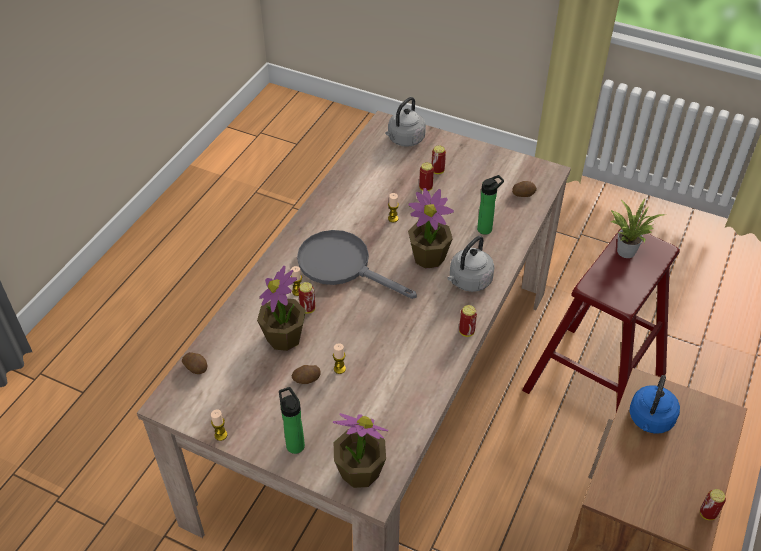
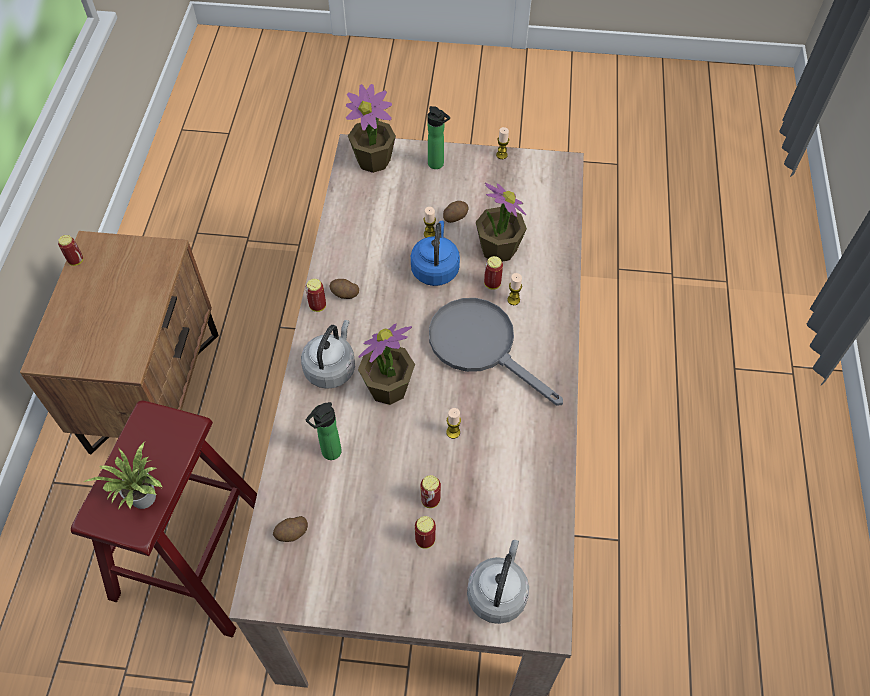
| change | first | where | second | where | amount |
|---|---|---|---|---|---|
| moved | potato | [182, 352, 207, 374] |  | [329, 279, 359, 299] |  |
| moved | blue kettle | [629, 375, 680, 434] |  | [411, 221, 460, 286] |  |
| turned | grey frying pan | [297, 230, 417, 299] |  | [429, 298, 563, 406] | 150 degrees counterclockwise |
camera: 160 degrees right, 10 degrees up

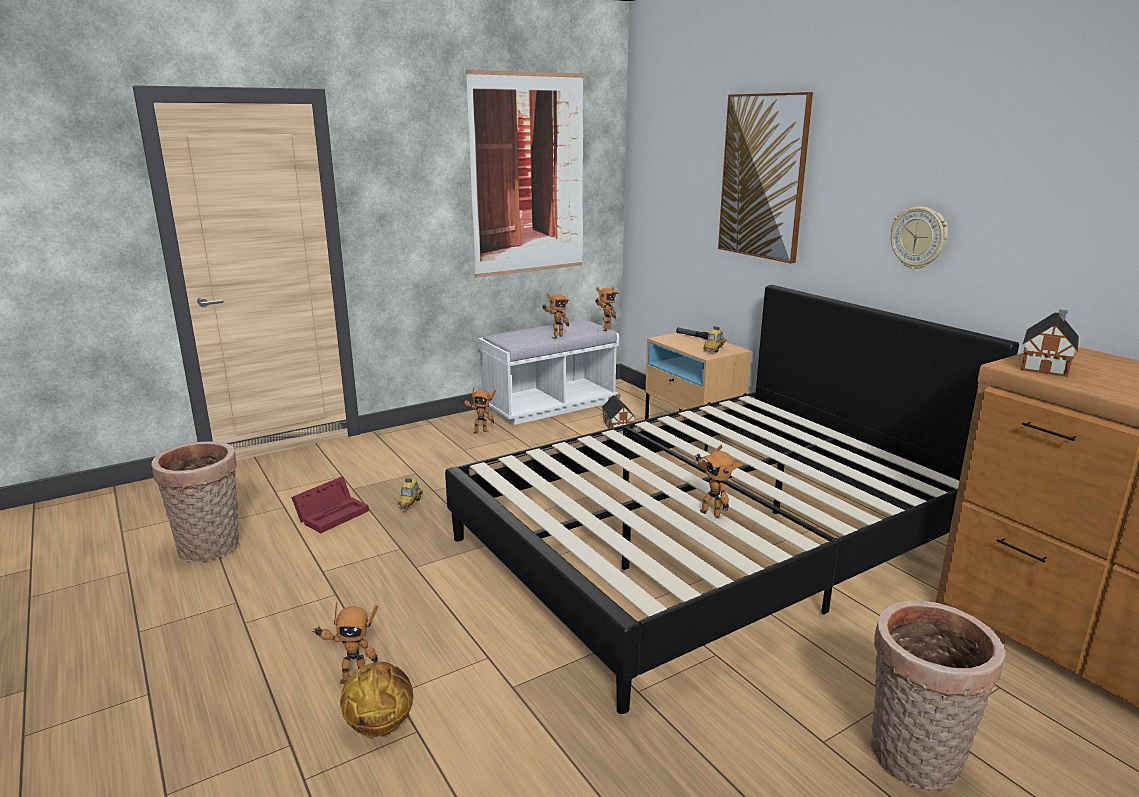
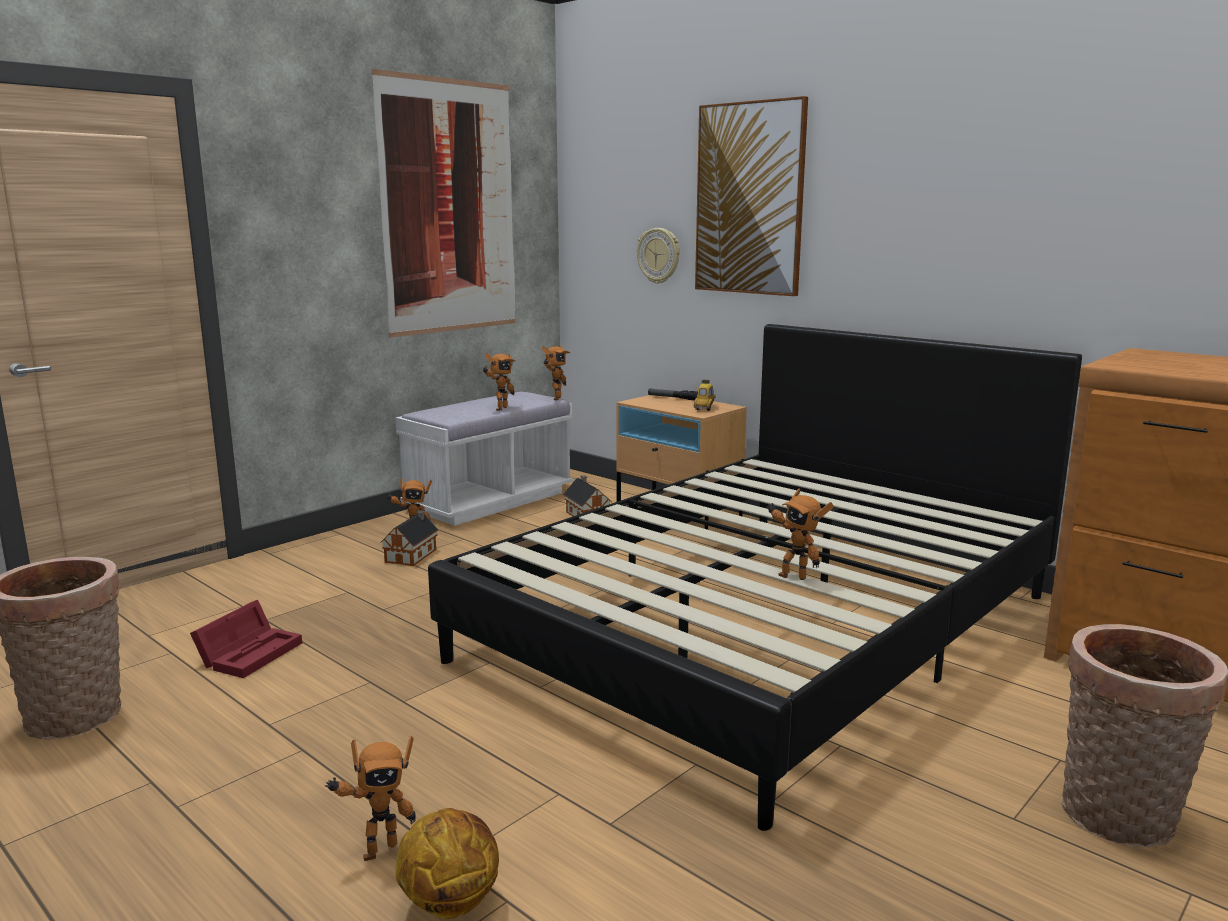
| change | first | where | second | where | amount |
|---|---|---|---|---|---|
| removed | toy car | [397, 478, 423, 510] |  |  |  |
| moved | wall clock | [891, 207, 948, 269] |  | [637, 228, 680, 284] |  |
| moved | toy house | [1021, 310, 1079, 377] |  | [380, 510, 439, 566] |  |
camera: 15 degrees left, 5 degrees down

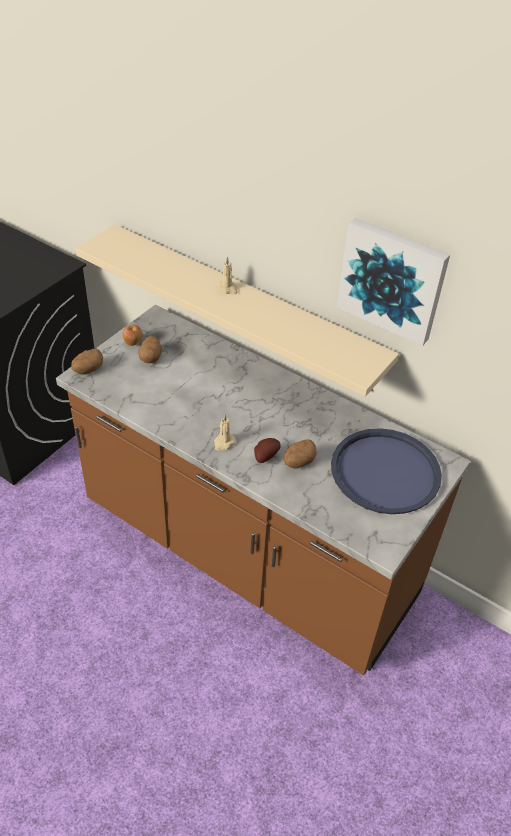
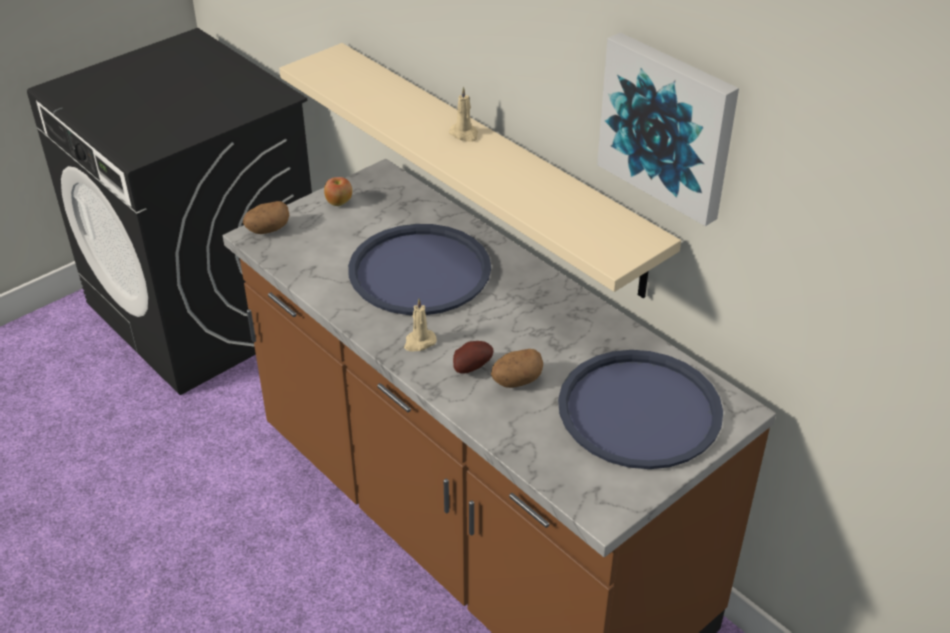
| change | first | where | second | where | amount |
|---|---|---|---|---|---|
| removed | potato | [138, 336, 162, 363] |  |  |  |
| added |  |  | blue tray | [348, 224, 491, 315] |  |
camera: 15 degrees right, 5 degrees down

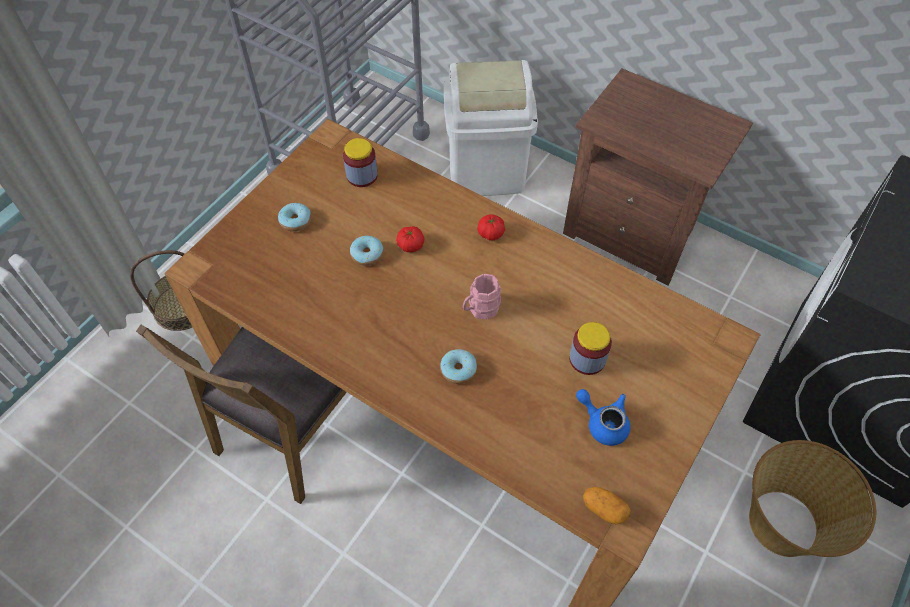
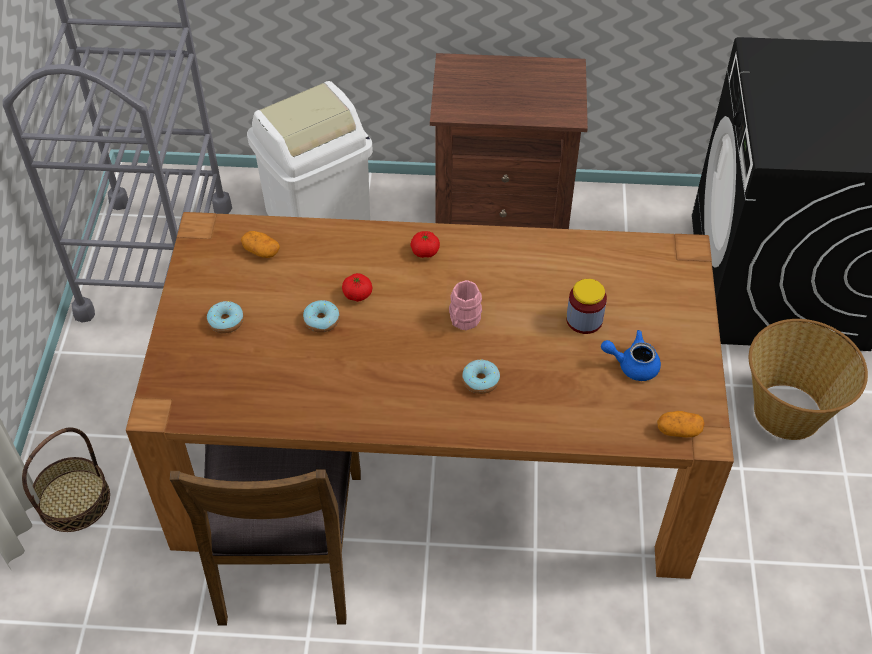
| change | first | where | second | where | amount |
|---|---|---|---|---|---|
| replaced | jar | [343, 138, 378, 187] | potato | [241, 231, 280, 258] |  |
camera: 30 degrees left, 5 degrees down

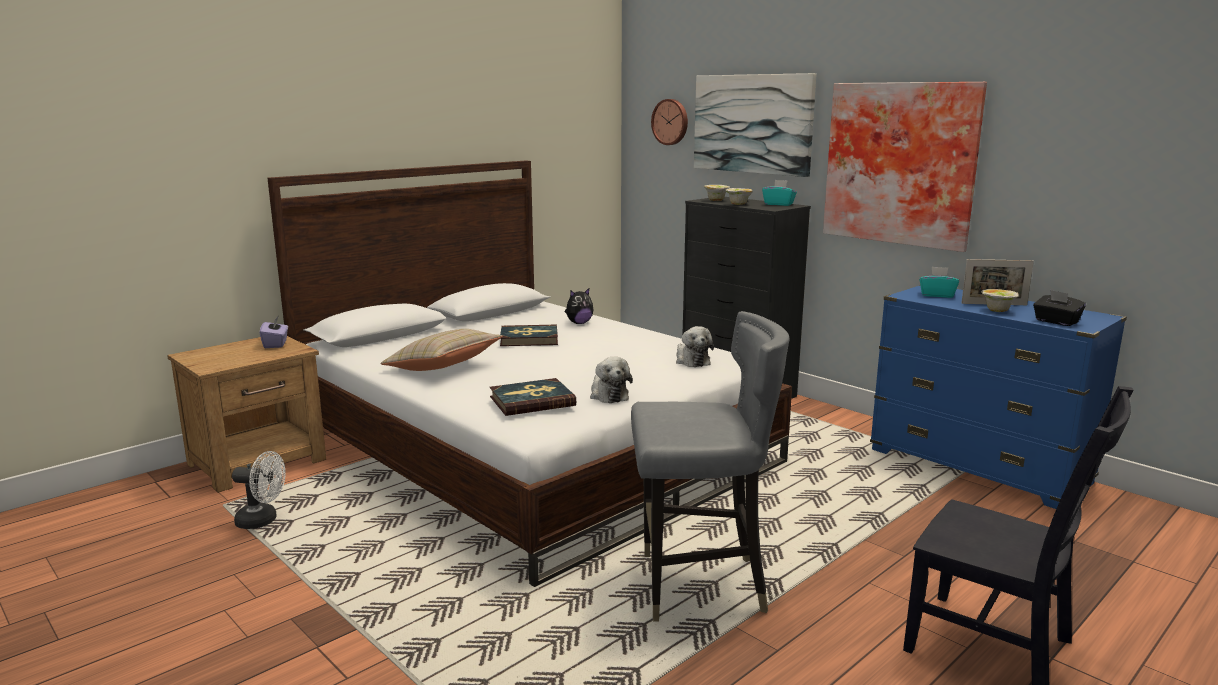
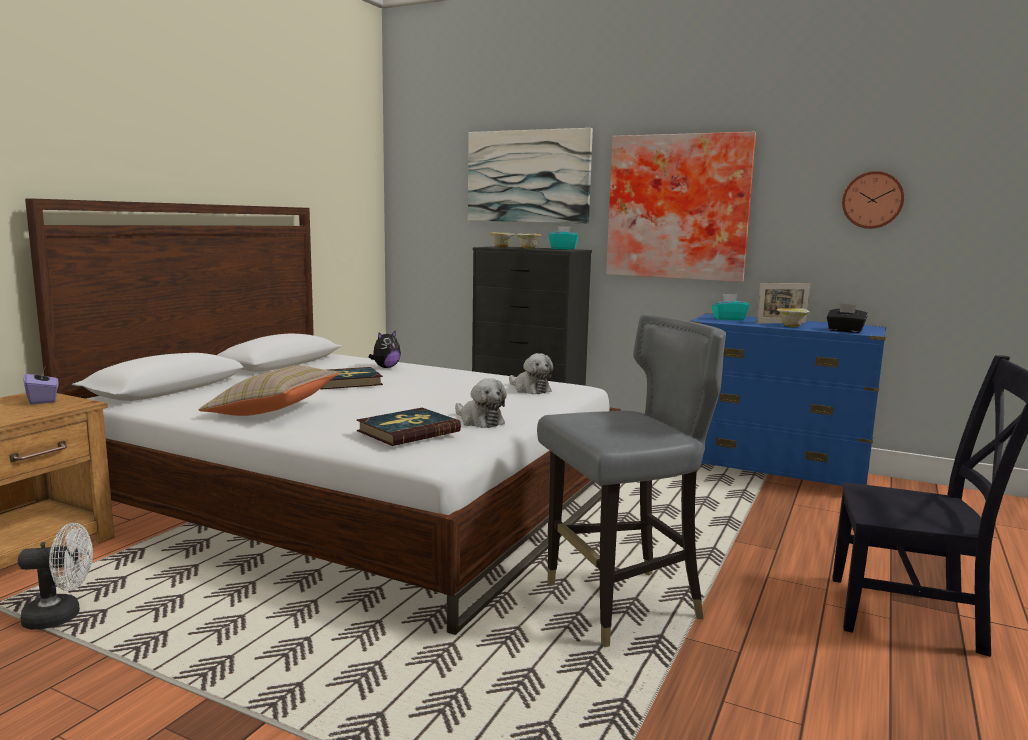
| change | first | where | second | where | amount |
|---|---|---|---|---|---|
| moved | wall clock | [651, 99, 688, 145] |  | [842, 171, 904, 229] |  |
camera: 20 degrees left, 5 degrees down

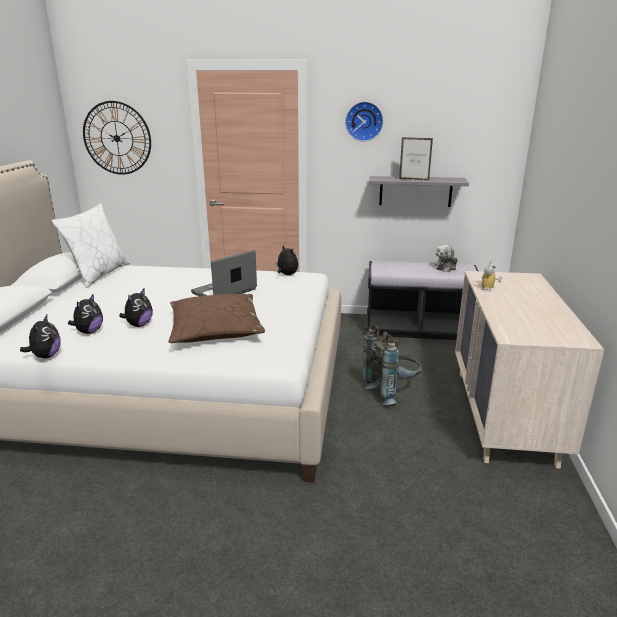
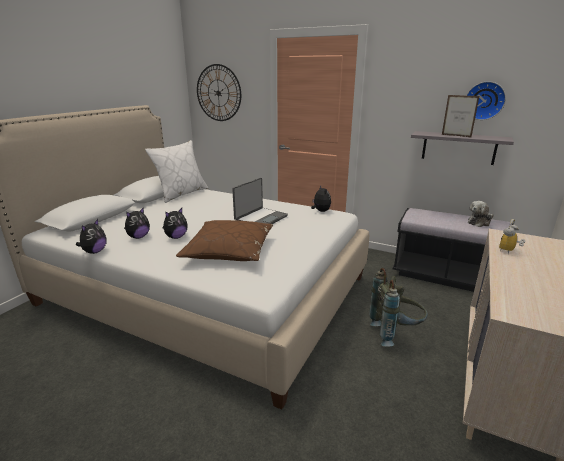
| change | first | where | second | where | amount |
|---|---|---|---|---|---|
| moved | wall clock | [345, 101, 383, 141] |  | [466, 81, 506, 120] |  |
| turned | laptop | [191, 250, 257, 296] |  | [232, 178, 288, 224] | 150 degrees clockwise |
camera: 20 degrees right, 0 degrees up

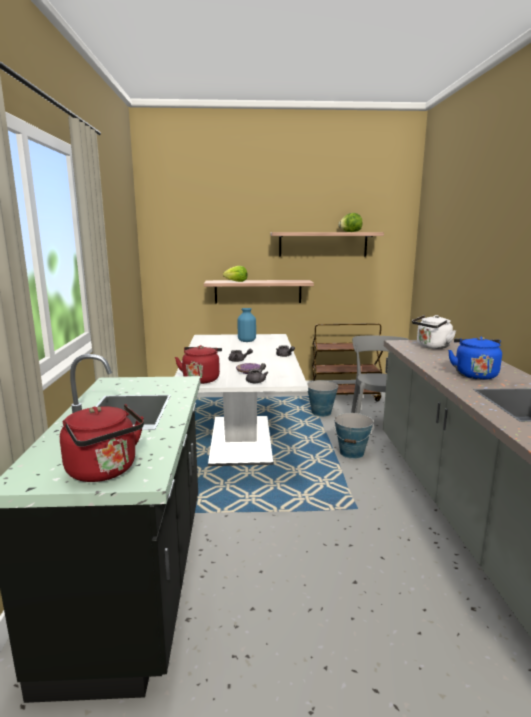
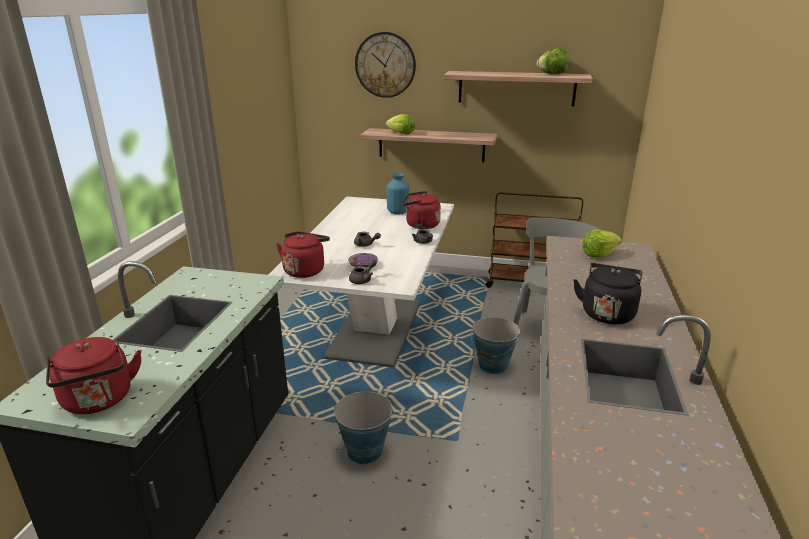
| change | first | where | second | where | amount |
|---|---|---|---|---|---|
| added |  |  | wall clock | [355, 32, 416, 98] |  |
| added |  |  | red kettle | [401, 191, 441, 229] |  |
| moved | bucket | [307, 381, 338, 417] |  | [334, 391, 394, 464] |  |
| replaced | white kettle | [412, 315, 456, 349] | lettuce | [582, 229, 622, 258] |  |
| recoloured | blue kettle | [448, 337, 502, 380] | black kettle | [573, 263, 643, 324] |  |
camera: 15 degrees right, 10 degrees up

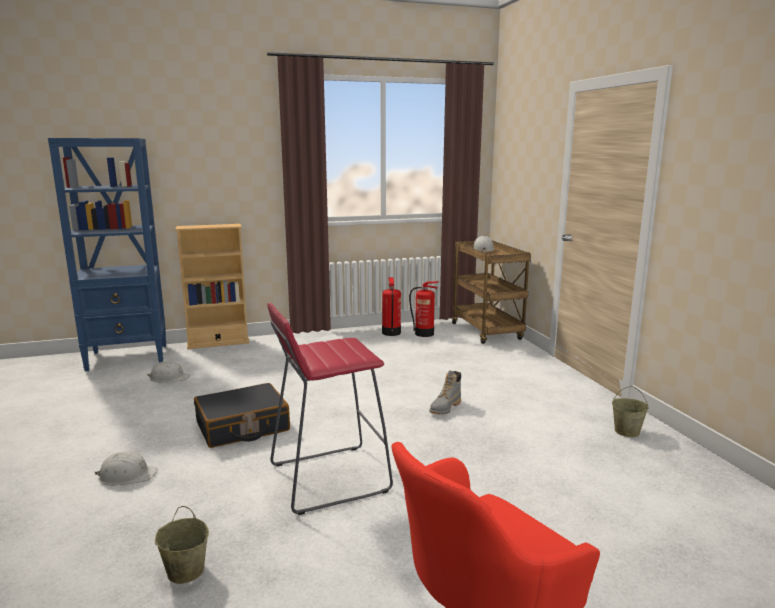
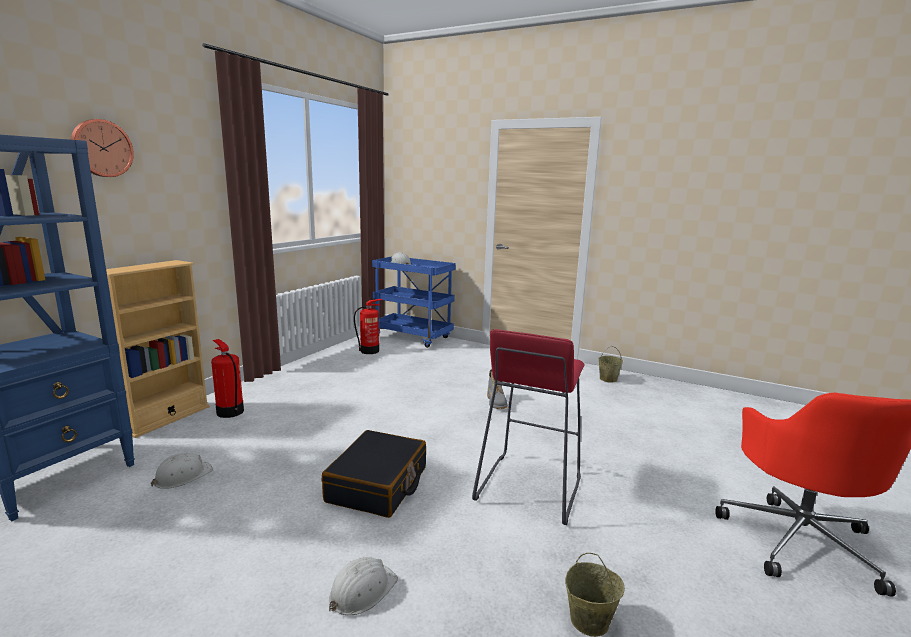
| change | first | where | second | where | amount |
|---|---|---|---|---|---|
| added |  |  | wall clock | [71, 119, 134, 177] |  |
| moved | fire extinguisher | [382, 277, 401, 336] |  | [211, 339, 244, 418] |  |
| recoloured | brown cart | [452, 241, 531, 344] | blue cart | [372, 256, 456, 348] |  |
camera: 45 degrees left, 0 degrees up

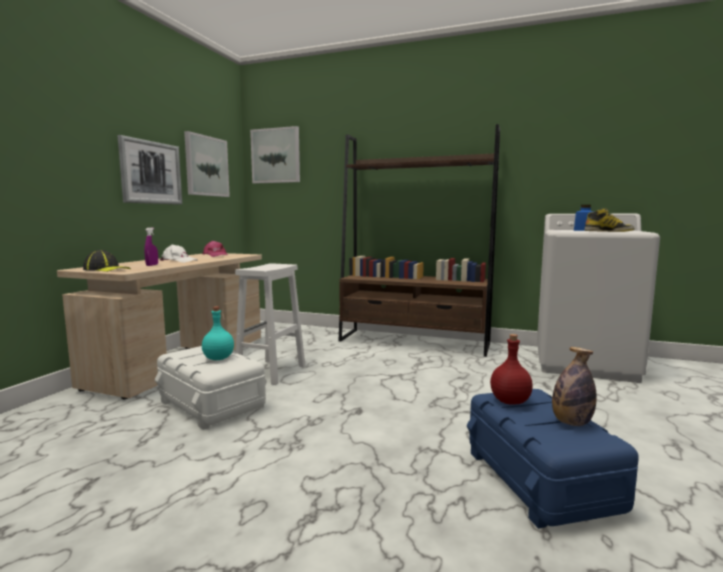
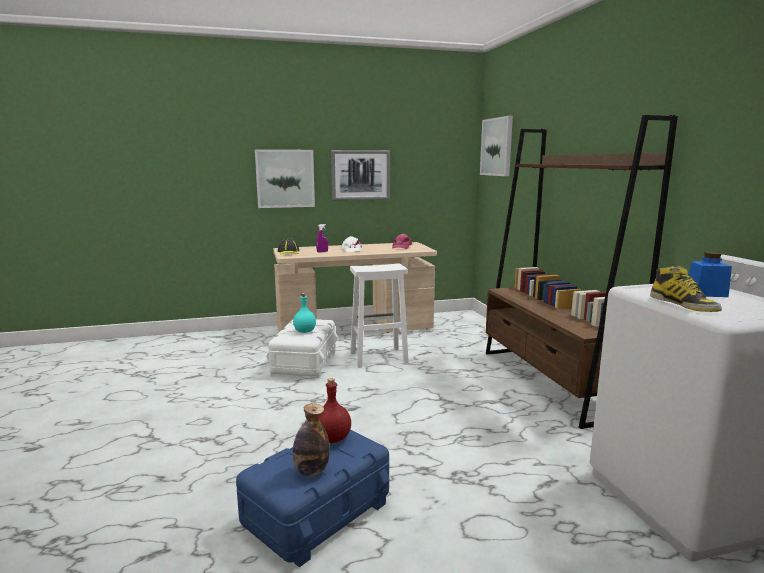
| change | first | where | second | where | amount |
|---|---|---|---|---|---|
| moved | picture | [184, 131, 230, 197] |  | [255, 149, 315, 208] |  |
camera: 55 degrees right, 5 degrees up

